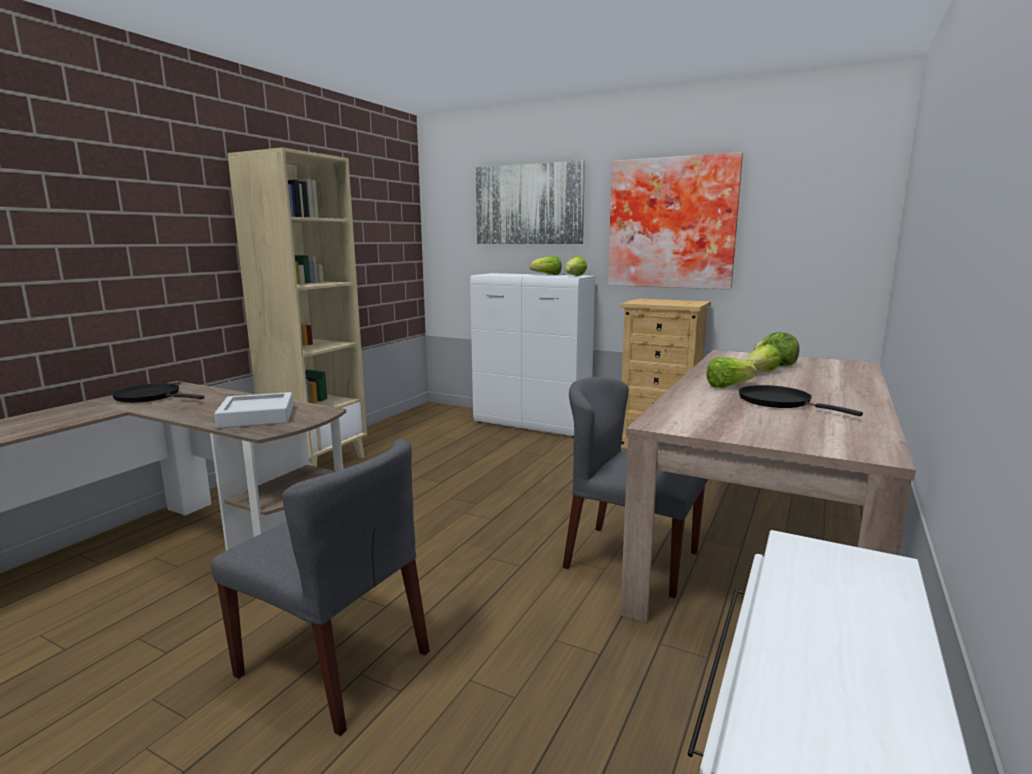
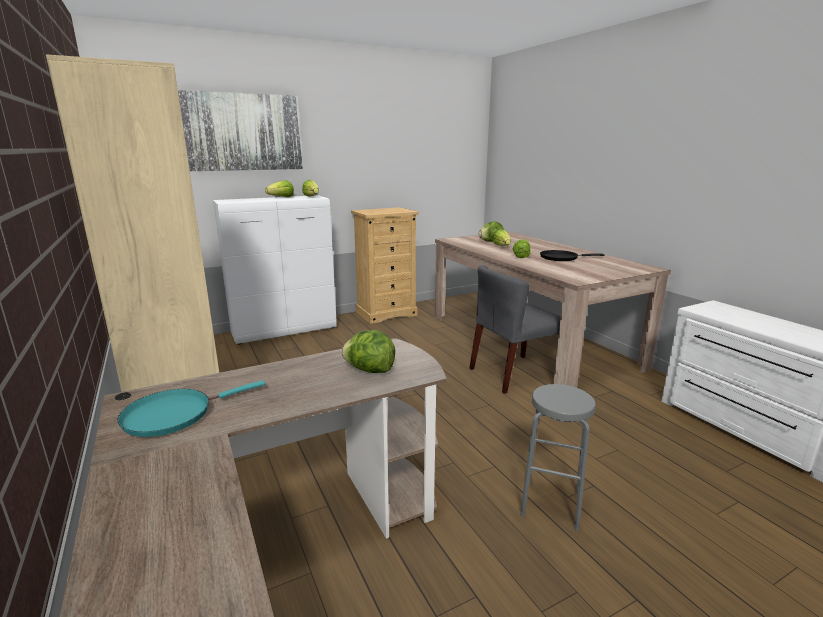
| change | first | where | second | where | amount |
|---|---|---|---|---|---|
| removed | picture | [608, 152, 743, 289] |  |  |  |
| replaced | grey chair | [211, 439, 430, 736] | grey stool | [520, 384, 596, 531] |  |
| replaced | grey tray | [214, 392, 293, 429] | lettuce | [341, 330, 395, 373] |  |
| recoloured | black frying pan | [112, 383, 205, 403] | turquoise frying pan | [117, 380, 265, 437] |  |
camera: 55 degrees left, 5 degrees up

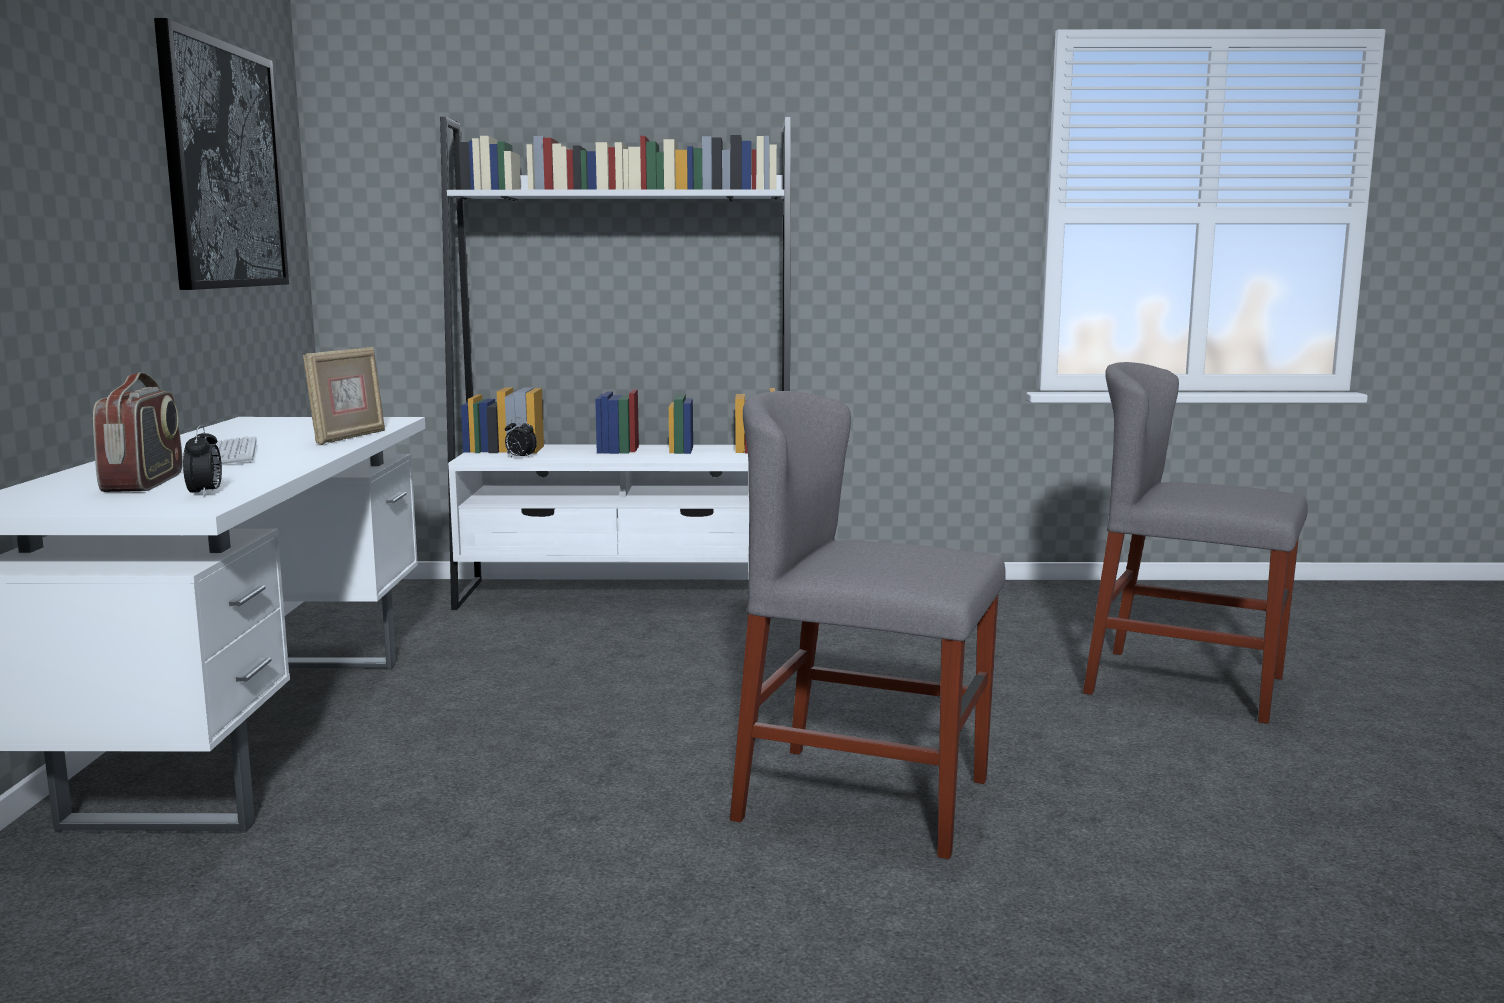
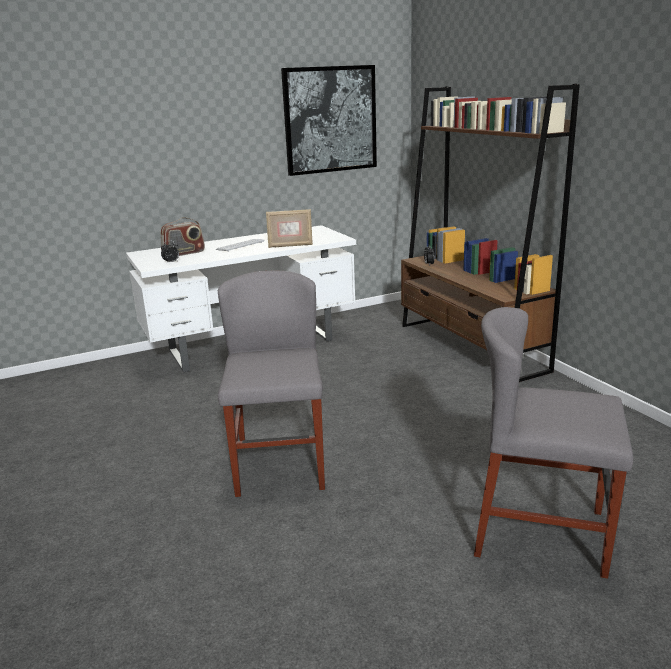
| change | first | where | second | where | amount |
|---|---|---|---|---|---|
| recoloured | white bookcase | [440, 117, 791, 610] | brown bookcase | [401, 84, 580, 382] |  |
| turned | grey chair | [1083, 362, 1308, 724] |  | [474, 307, 633, 579] | 75 degrees counterclockwise |
camera: 65 degrees right, 10 degrees up

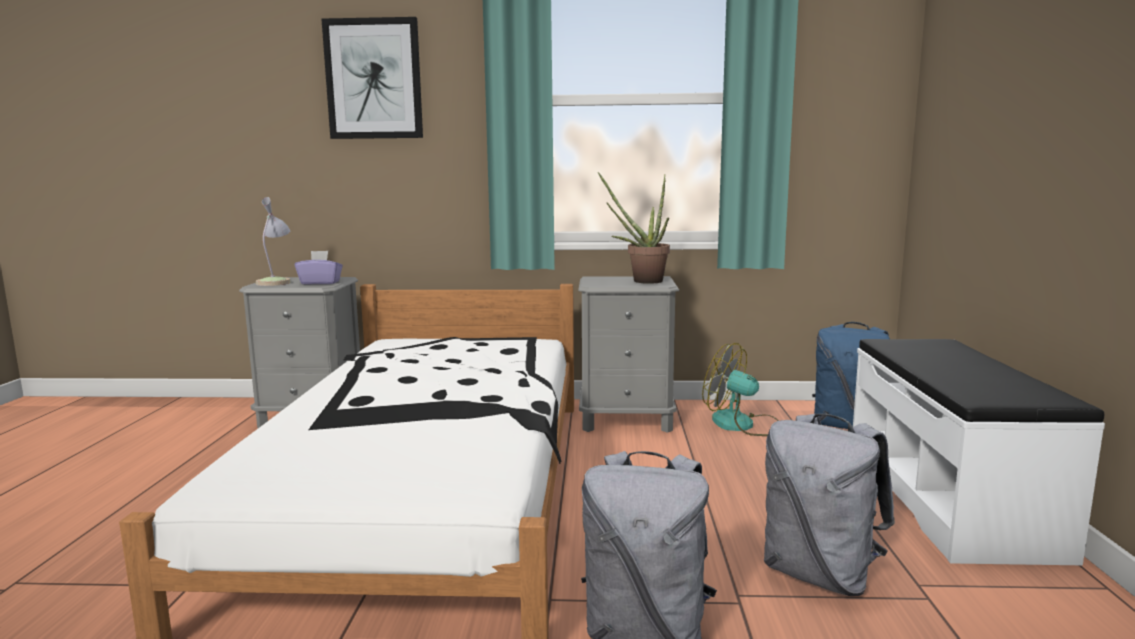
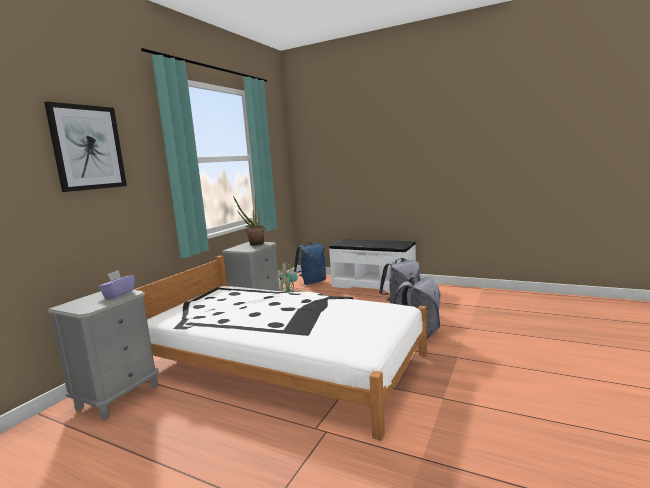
| change | first | where | second | where | amount |
|---|---|---|---|---|---|
| removed | table lamp | [256, 197, 291, 286] |  |  |  |
camera: 65 degrees left, 0 degrees up

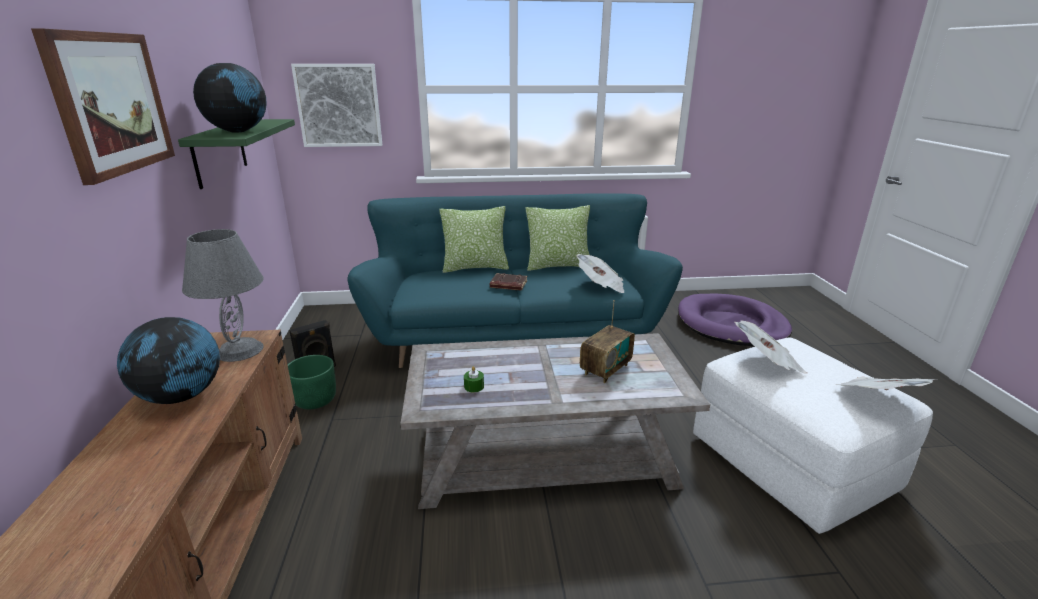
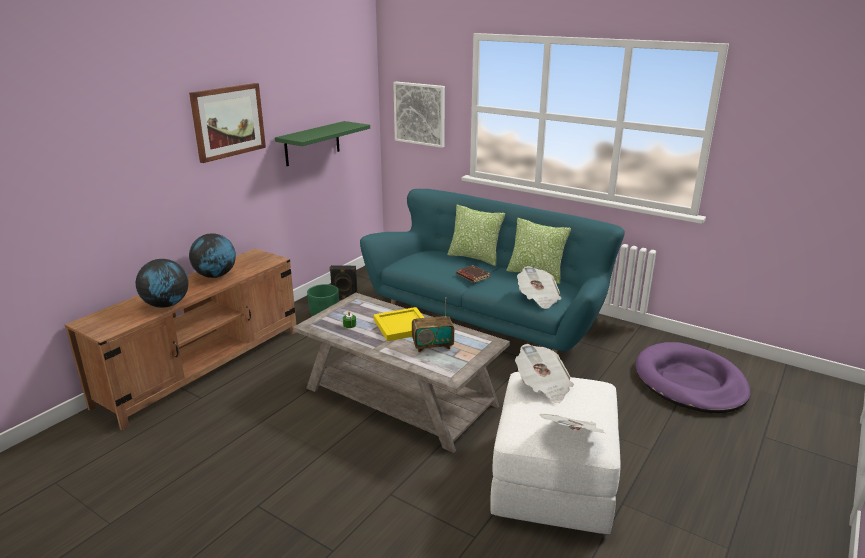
| change | first | where | second | where | amount |
|---|---|---|---|---|---|
| removed | grey table lamp | [182, 229, 264, 362] |  |  |  |
| added |  |  | yellow tray | [374, 307, 425, 341] |  |
| moved | globe | [193, 63, 267, 133] |  | [136, 259, 189, 308] |  |
camera: 40 degrees right, 0 degrees up

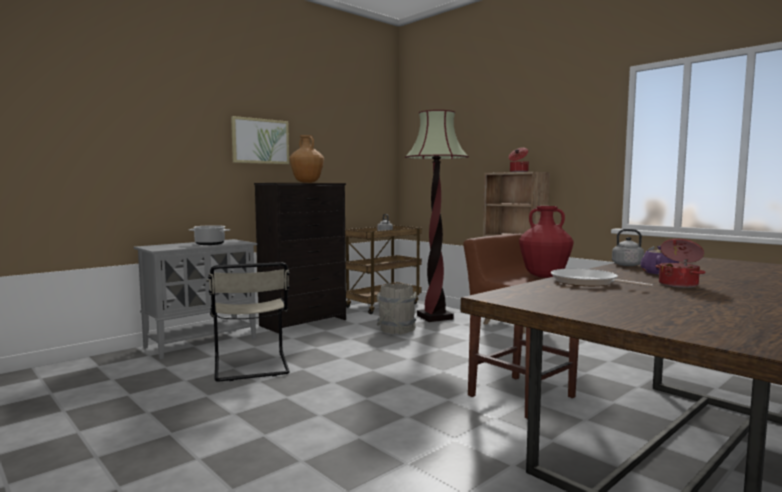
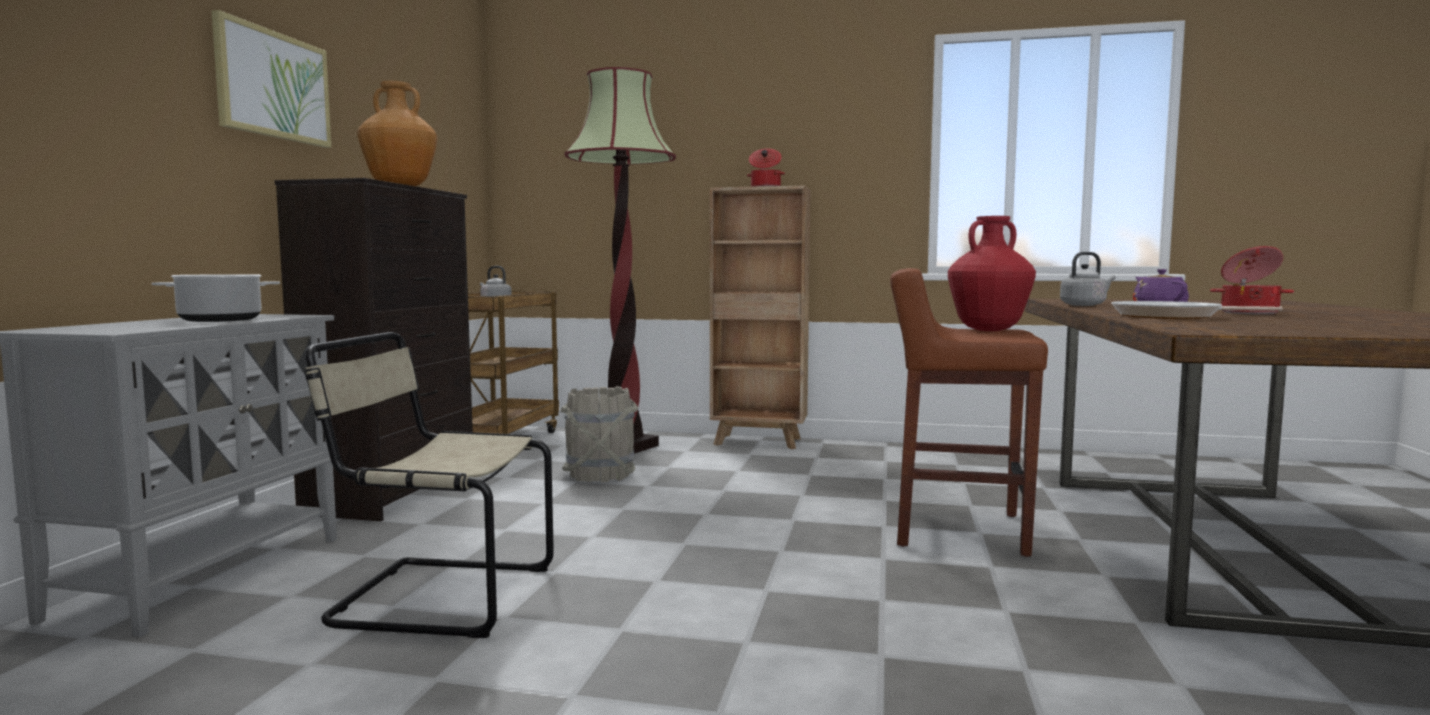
| change | first | where | second | where | amount |
|---|---|---|---|---|---|
| turned | beige chair | [208, 262, 290, 382] |  | [305, 332, 554, 638] | 150 degrees clockwise |
camera: 35 degrees left, 0 degrees up

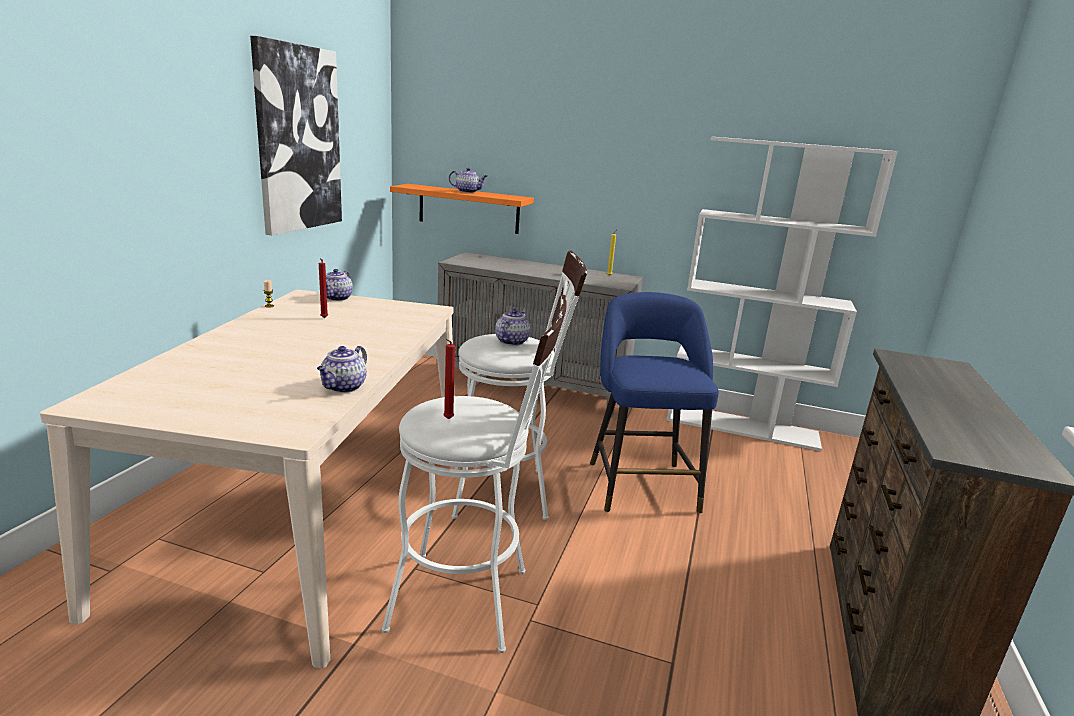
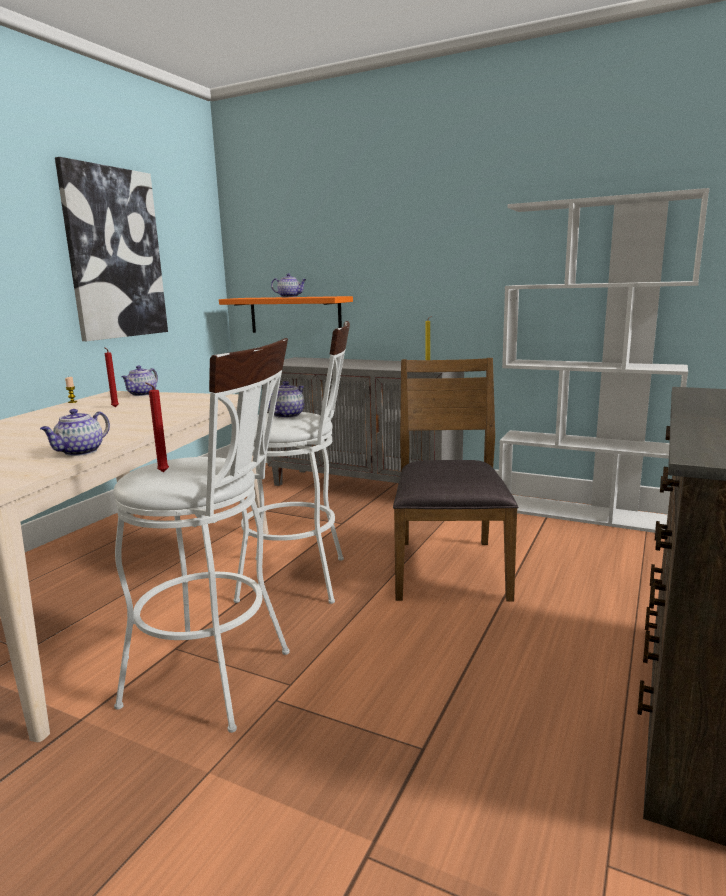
| change | first | where | second | where | amount |
|---|---|---|---|---|---|
| replaced | blue stool | [590, 292, 719, 514] | brown chair | [393, 358, 518, 602] |  |
camera: 10 degrees right, 5 degrees down

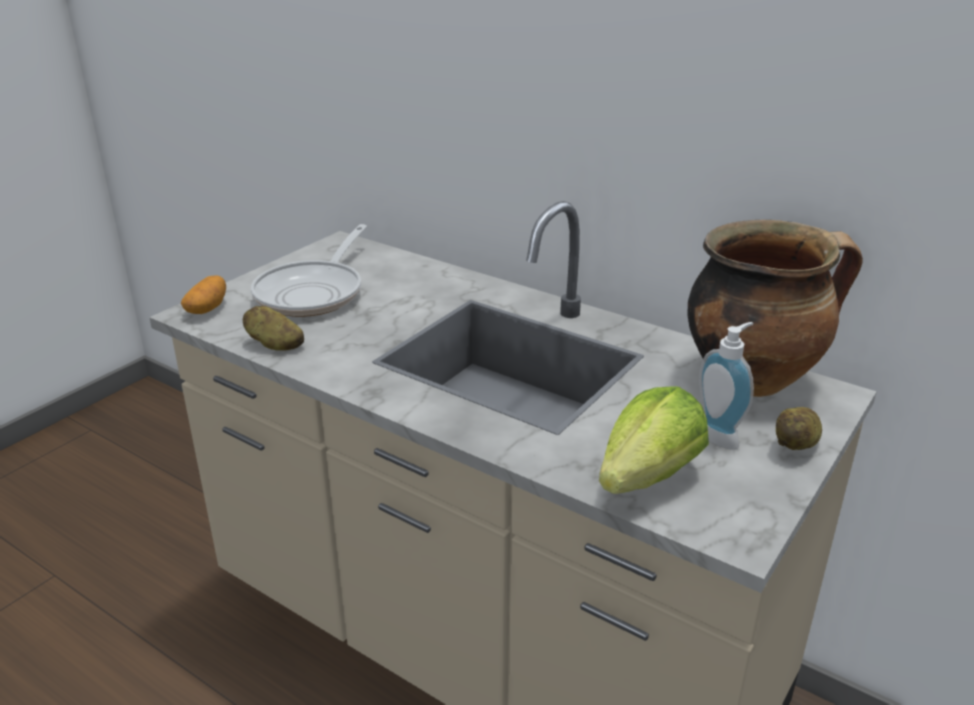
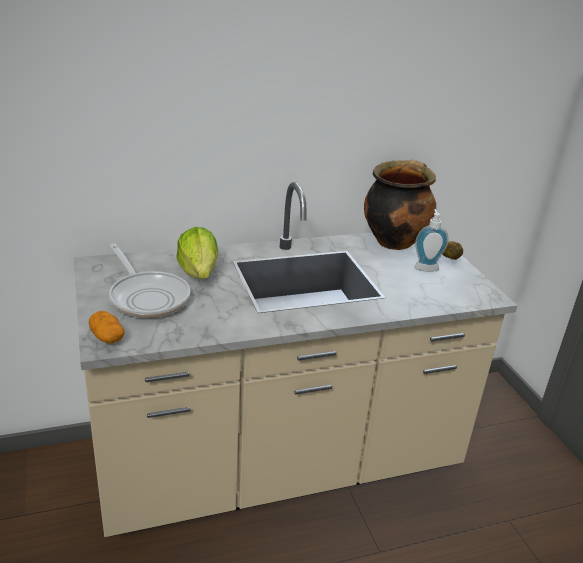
| change | first | where | second | where | amount |
|---|---|---|---|---|---|
| removed | potato | [243, 306, 304, 351] |  |  |  |
| moved | lettuce | [599, 386, 709, 494] |  | [176, 227, 218, 279] |  |
camera: 55 degrees left, 0 degrees up

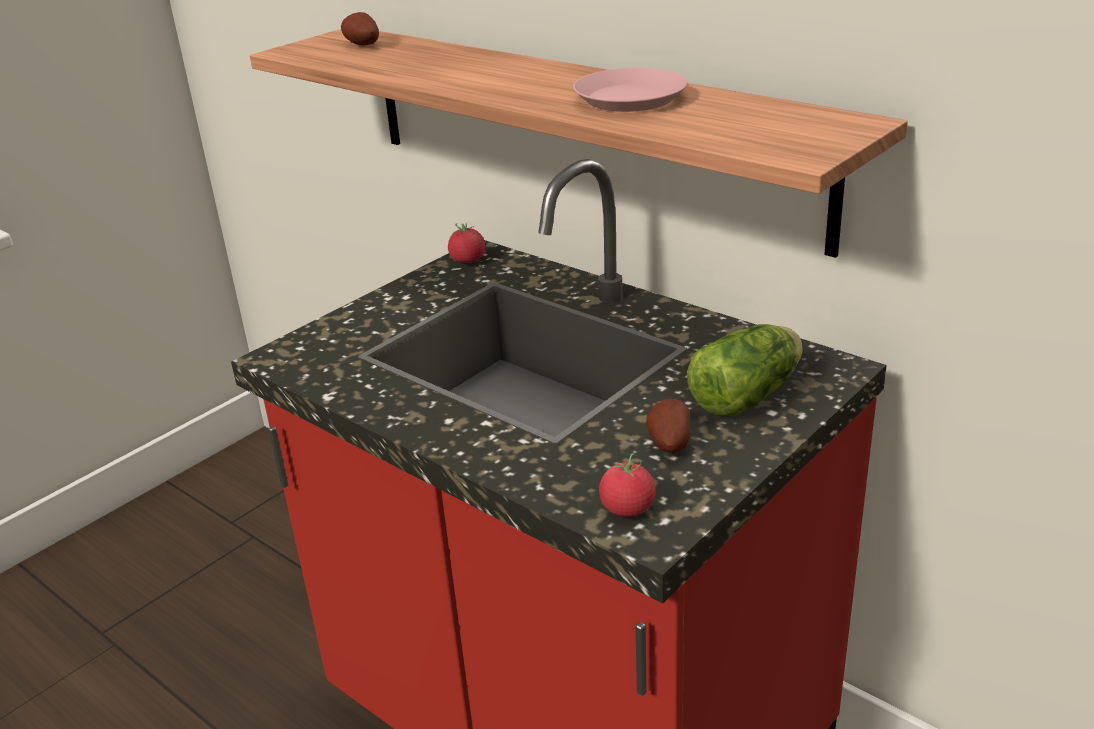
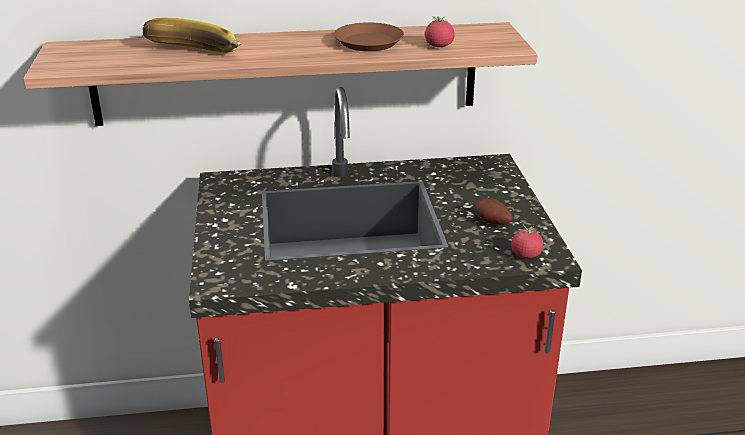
| change | first | where | second | where | amount |
|---|---|---|---|---|---|
| removed | potato | [341, 12, 379, 46] |  |  |  |
| removed | lettuce | [687, 324, 803, 416] |  |  |  |
| added |  |  | banana | [143, 17, 241, 53] |  |
| moved | tomato | [448, 223, 486, 263] |  | [425, 16, 455, 47] |  |
| recoloured | pink plate | [573, 68, 687, 112] | brown plate | [333, 22, 404, 51] |  |
camera: 50 degrees left, 0 degrees up

